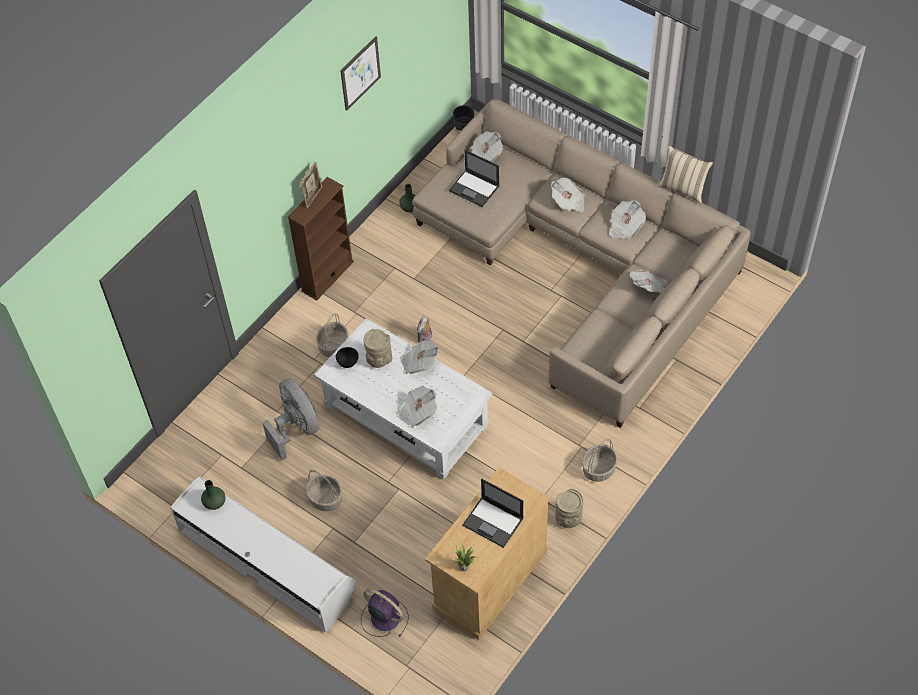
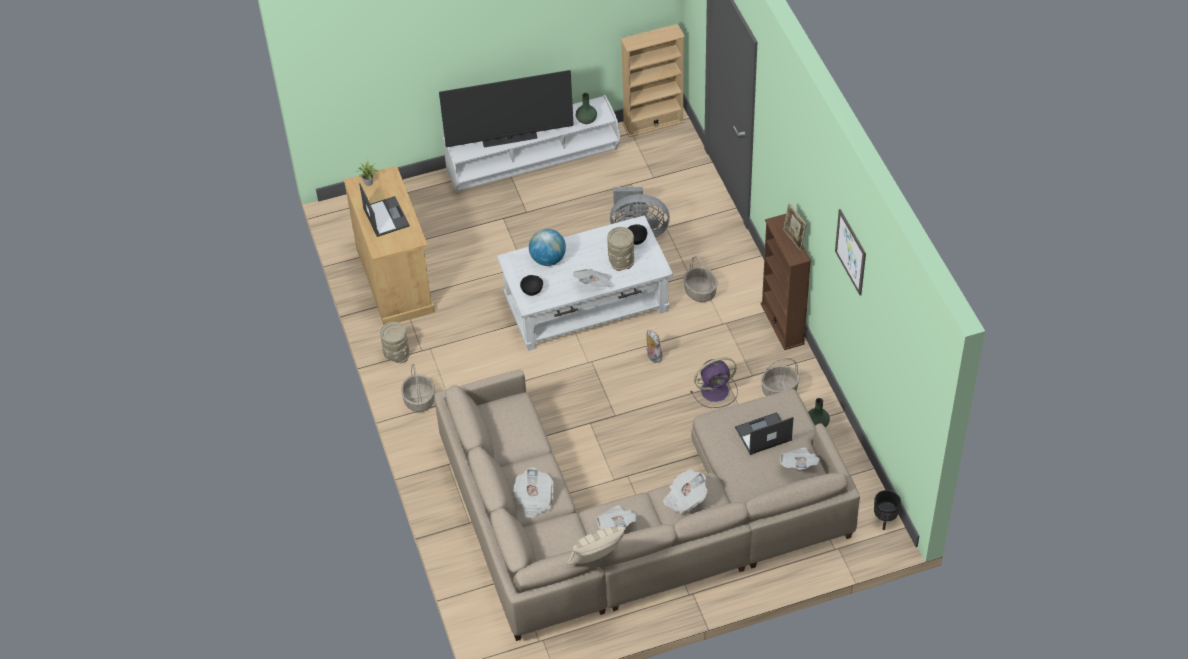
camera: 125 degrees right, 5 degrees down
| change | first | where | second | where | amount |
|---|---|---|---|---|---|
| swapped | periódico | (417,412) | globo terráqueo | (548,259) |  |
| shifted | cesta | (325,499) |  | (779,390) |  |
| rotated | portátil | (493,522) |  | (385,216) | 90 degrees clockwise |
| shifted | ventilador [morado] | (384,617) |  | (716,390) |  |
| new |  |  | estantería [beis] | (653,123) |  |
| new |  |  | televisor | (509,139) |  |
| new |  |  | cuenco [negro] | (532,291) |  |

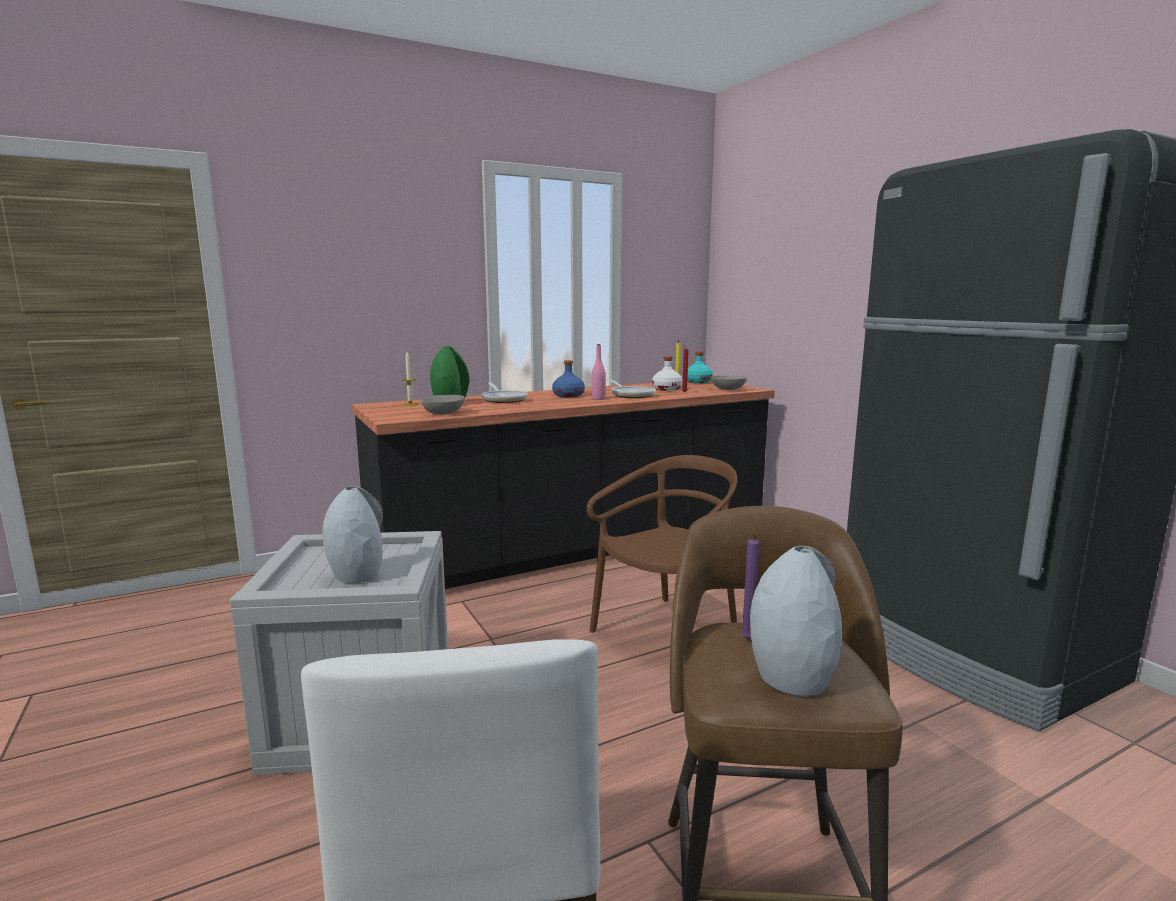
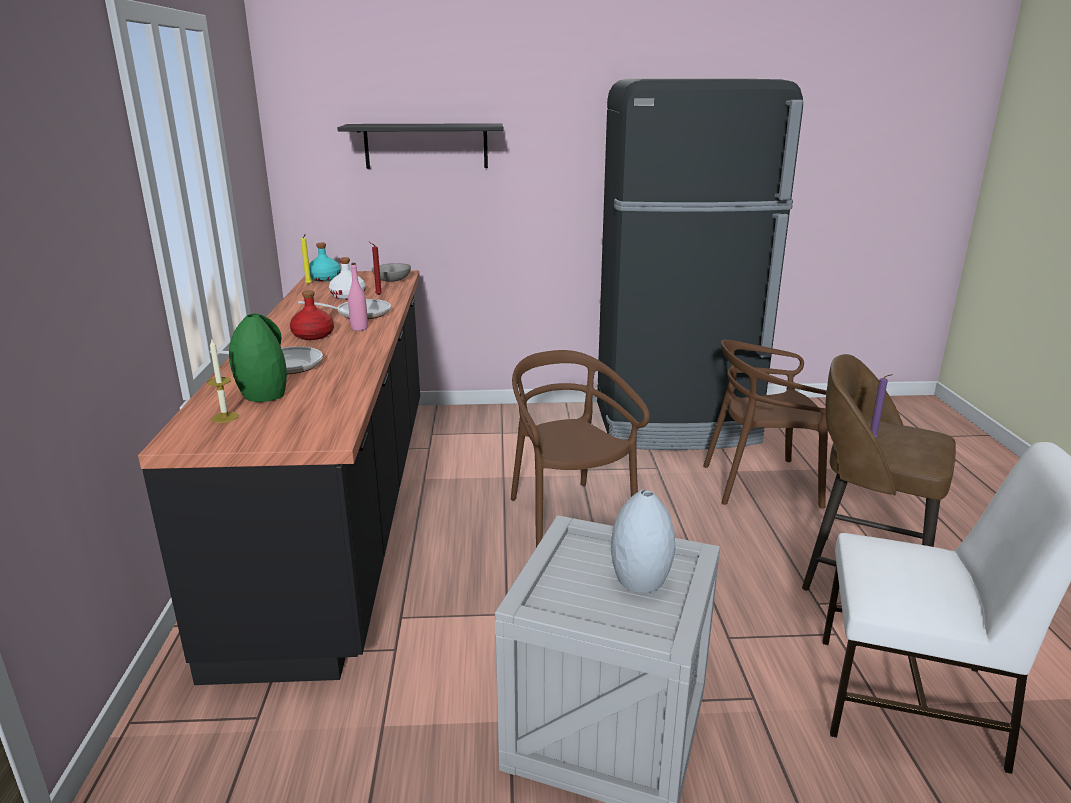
camera: 65 degrees left, 10 degrees up
| change | first | where | second | where | amount |
|---|---|---|---|---|---|
| repainted | botella [azul] | (568,396) | botella [rojo] | (313,335) |  |
| gone | cuenco [gris] | (443,414) |  |  |  |
| gone | florero [gris] | (791,677) |  |  |  |
| new |  |  | estante [negro] | (426,146) |  |
| new |  |  | silla [marrón] | (761,484) |  |

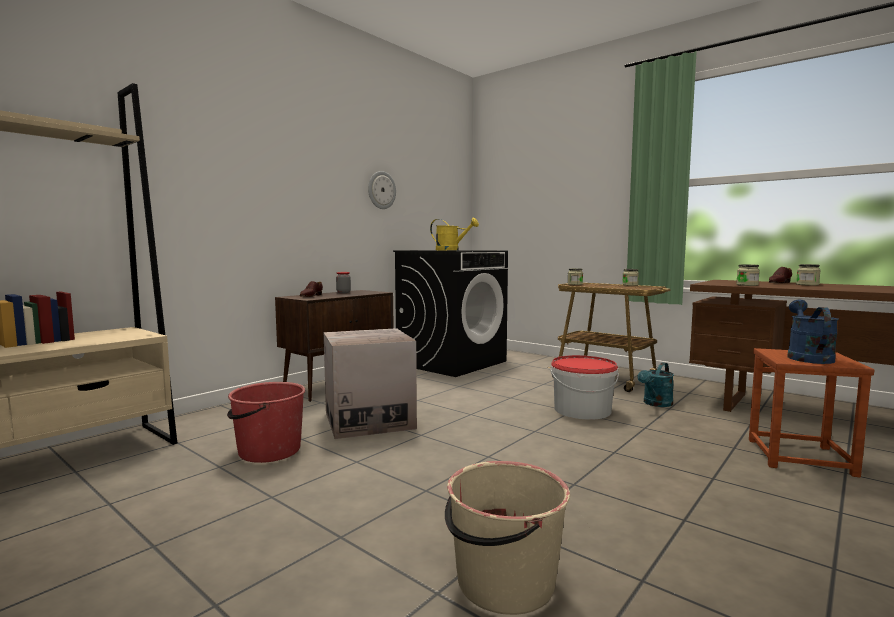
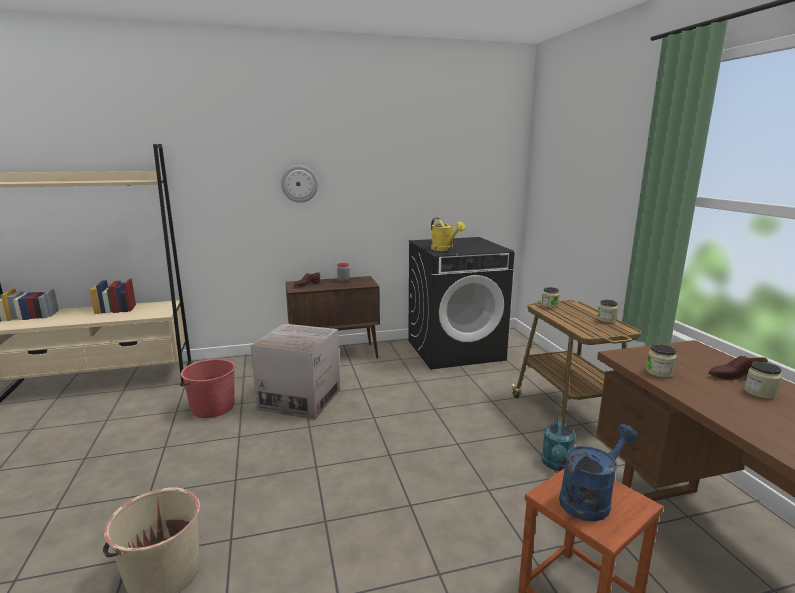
camera: 35 degrees right, 10 degrees up
| change | first | where | second | where | amount |
|---|---|---|---|---|---|
| shifted | reloj de pared | (381,190) |  | (299,184) |  |
| gone | cubo | (582,410) |  |  |  |
| rotated | regadera [turquesa] | (655,404) |  | (557,465) | 60 degrees counterclockwise |

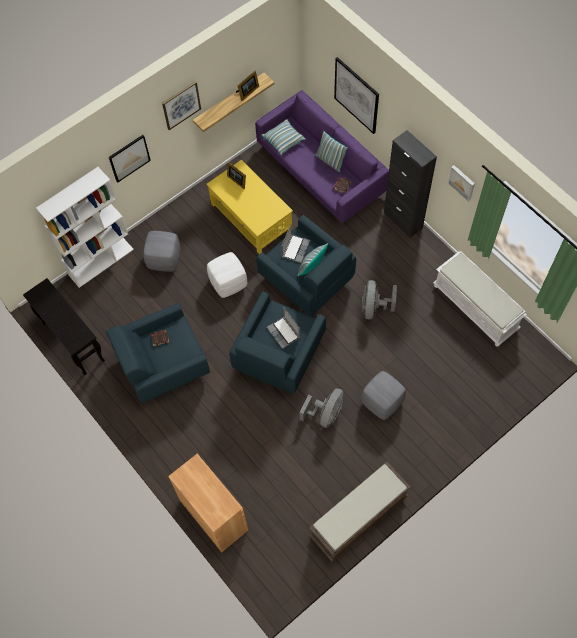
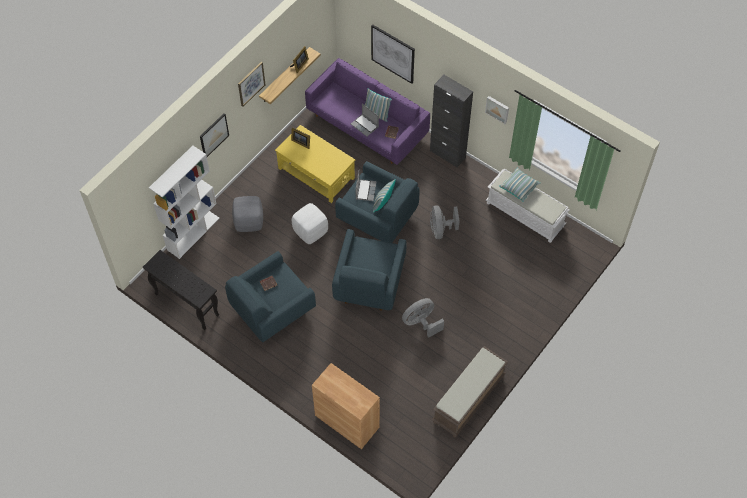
camera: 15 degrees left, 5 degrees down
| change | first | where | second | where | amount |
|---|---|---|---|---|---|
| shifted | cojín | (283,140) |  | (519,187) |  |
| shifted | portátil | (284,333) |  | (365,125) |  |
| gone | puf [gris] | (382,402) |  |  |  |
| rotated | ventilador [gris] | (326,414) |  | (421,323) | 135 degrees counterclockwise |

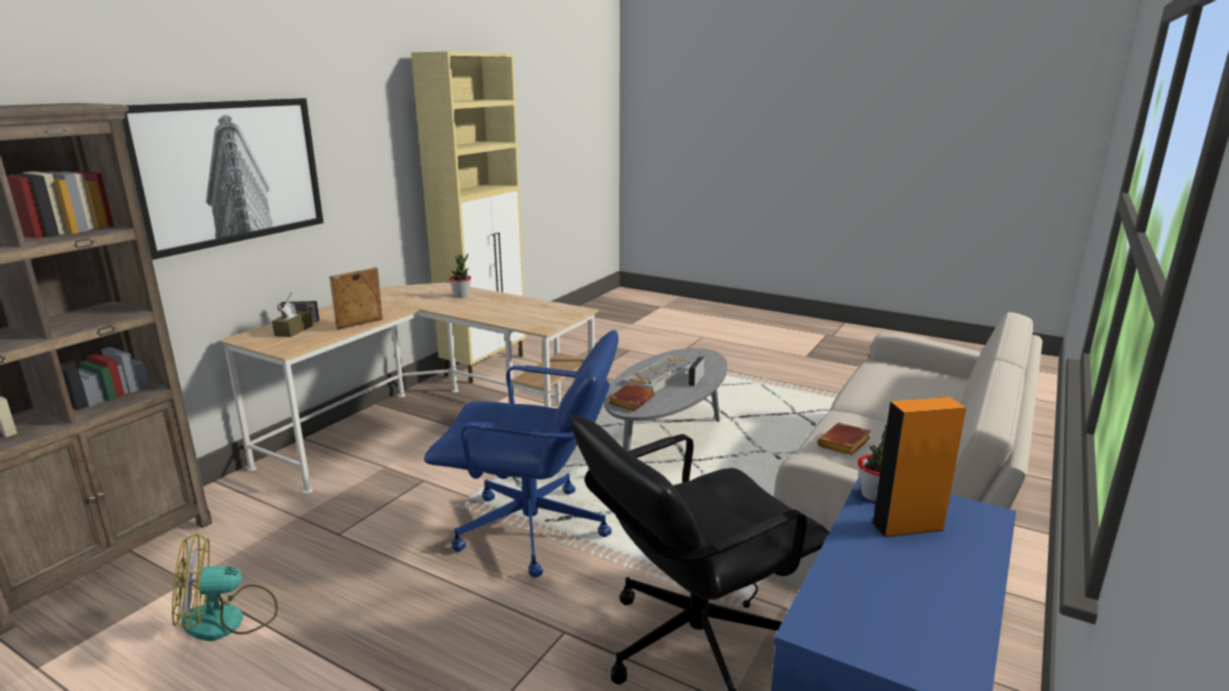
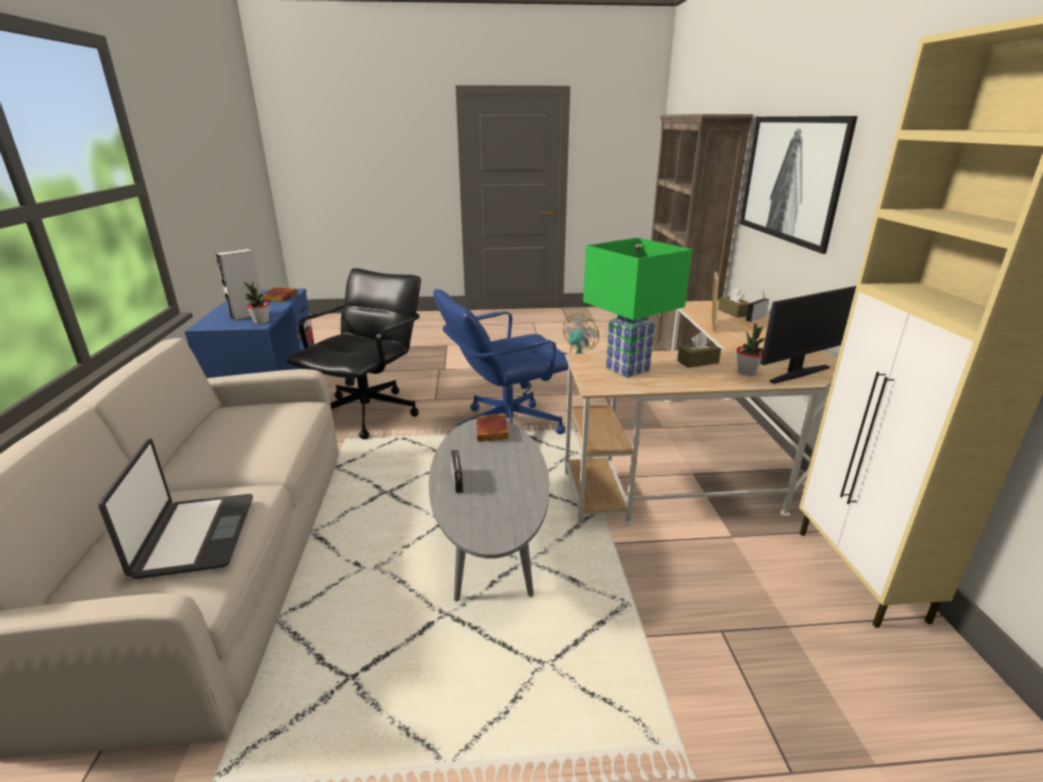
camera: 145 degrees right, 5 degrees up
| change | first | where | second | where | amount |
|---|---|---|---|---|---|
| gone | teclado | (661,375) |  |  |  |
| repainted | altavoz [naranja] | (908,526) | altavoz [gris] | (247,316) |  |
| shifted | libro [marrón] | (844,444) |  | (279,297) |  |
| new |  |  | lámpara de mesa [verde] | (627,369) |  |
| new |  |  | monitor | (798,373) |  |
| new |  |  | caja de pañuelos [marrón] | (697,362) |  |
| new |  |  | portátil | (194,536) |  |

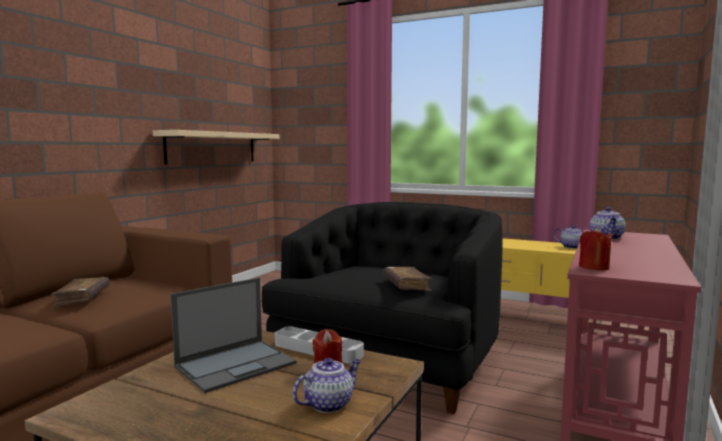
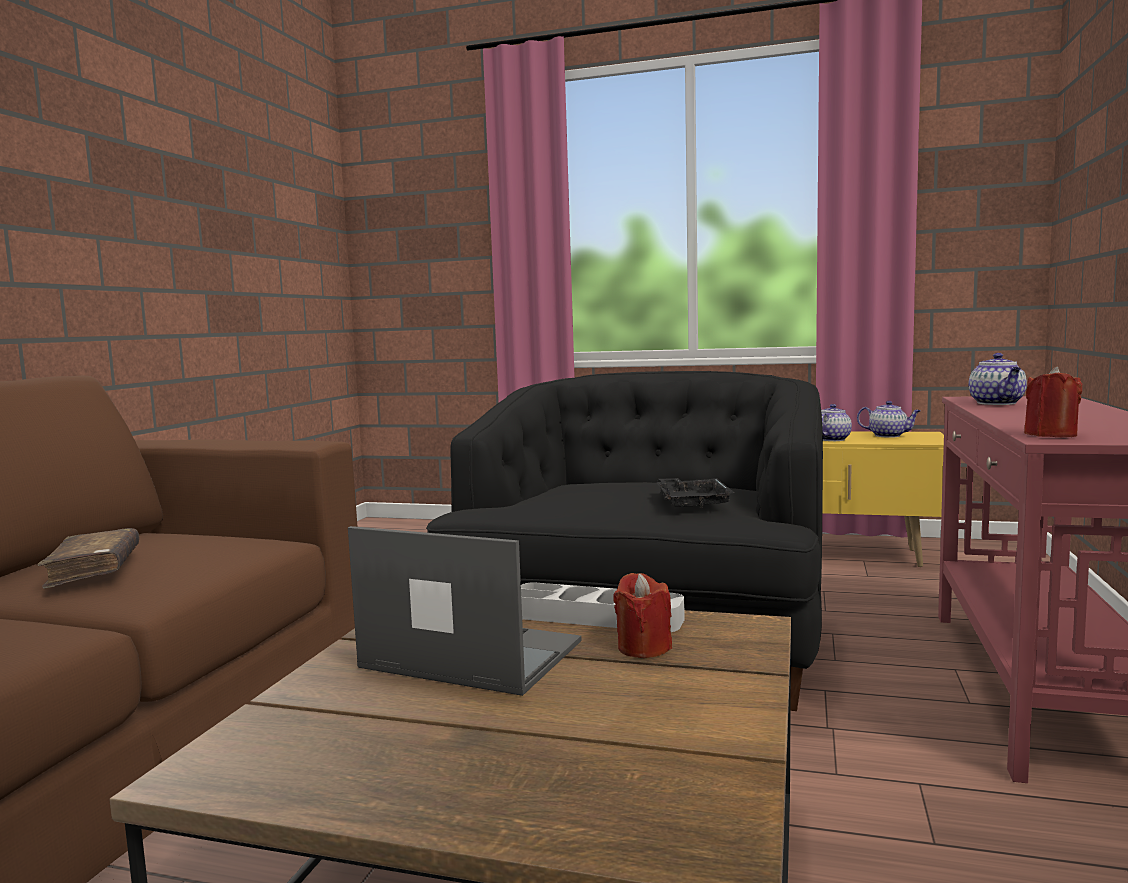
camera: 10 degrees left, 0 degrees up
| change | first | where | second | where | amount |
|---|---|---|---|---|---|
| gone | estante [beis] | (212,147) |  |  |  |
| swapped | libro [marrón] | (406,286) | bandeja [negro] | (692,503) |  |
| rotated | portátil | (236,364) |  | (469,654) | 105 degrees counterclockwise |
| shifted | tetera | (329,404) |  | (832,439) |  |

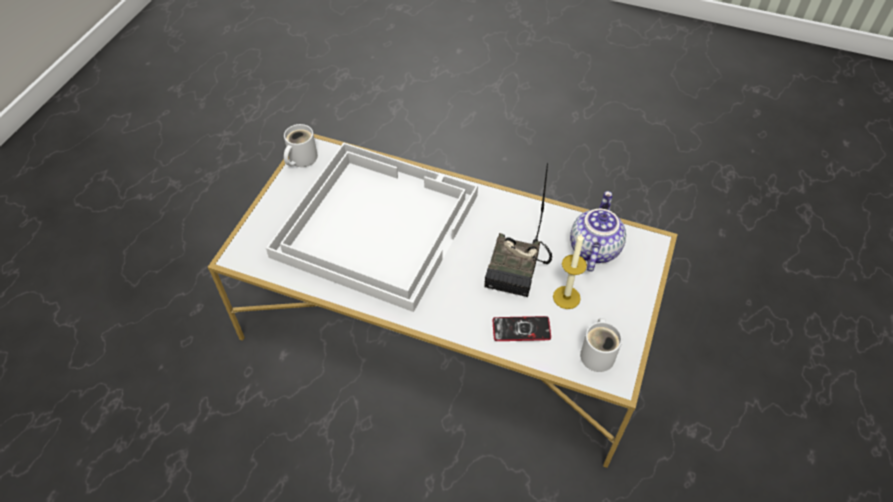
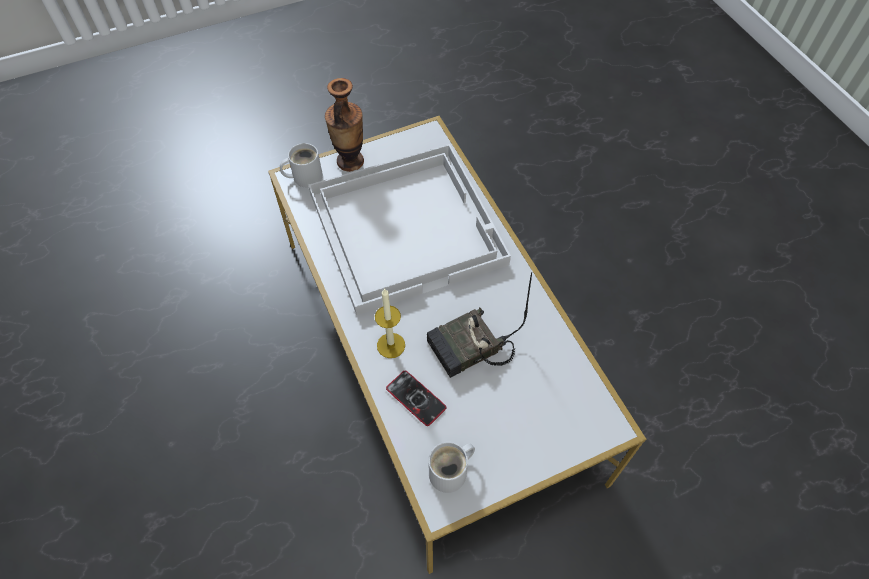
camera: 45 degrees right, 5 degrees up
| change | first | where | second | where | amount |
|---|---|---|---|---|---|
| shifted | taza grande [blanco] | (300,158) |  | (304,176) |  |
| gone | tetera | (593,248) |  |  |  |
| shifted | vela | (566,297) |  | (391,345) |  |
| new |  |  | florero | (350,161) |  |

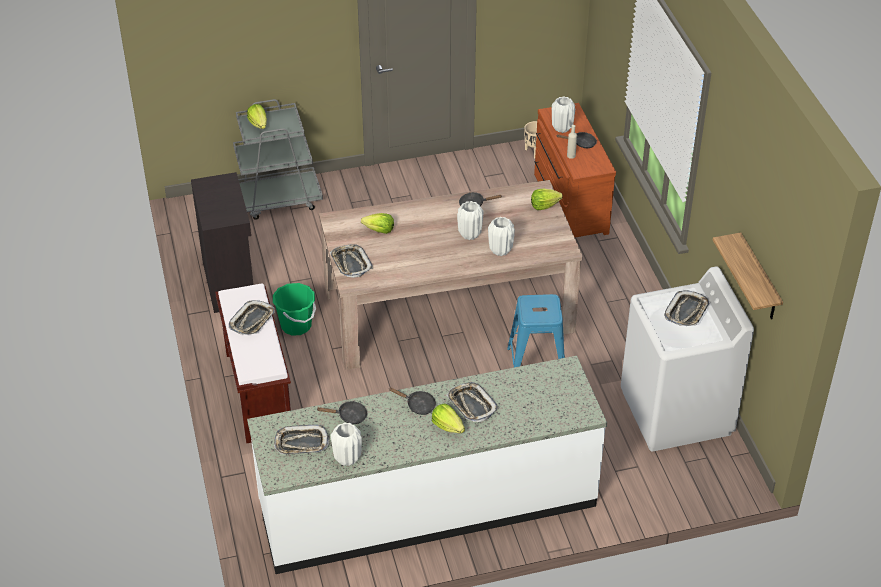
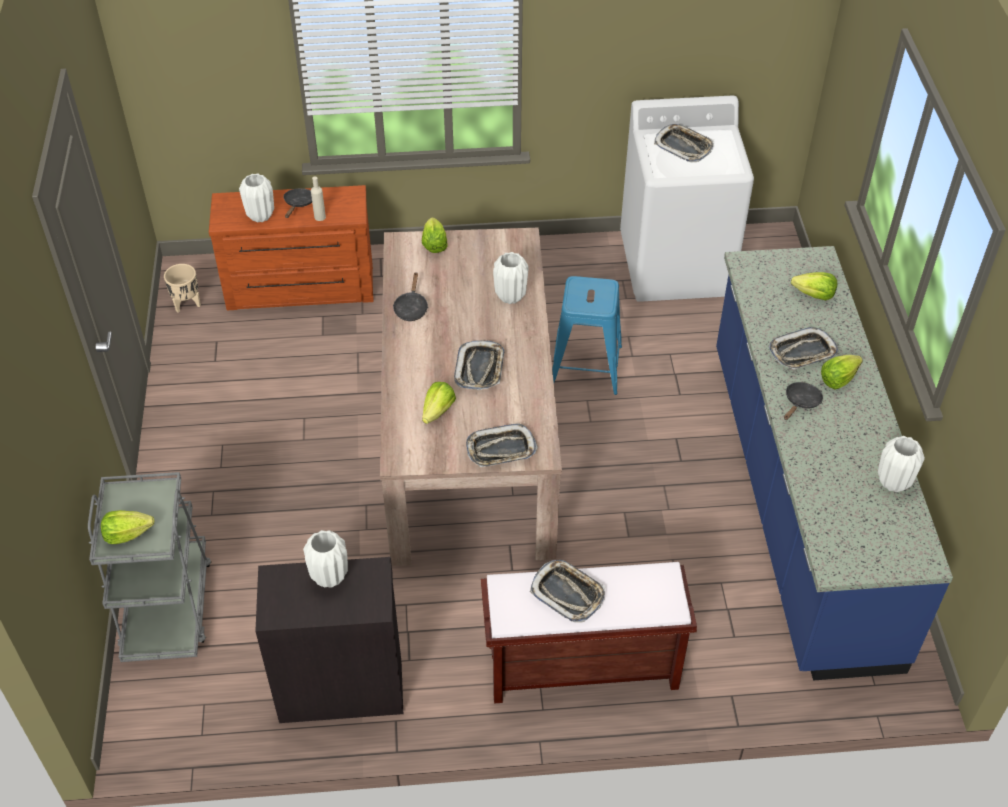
camera: 80 degrees left, 5 degrees up
| change | first | where | second | where | amount |
|---|---|---|---|---|---|
| shifted | florero [blanco] | (469,235) |  | (330,577) |  |
| gone | estante | (759,279) |  |  |  |
| gone | cubo [verde] | (296,325) |  |  |  |
| repainted | mueble bajo de cocina [blanco] | (427,505) | mueble bajo de cocina [azul] | (799,501) |  |
| gone | sartén [negro] | (349,416) |  |  |  |
| shifted | bandeja | (301,443) |  | (480,369) |  |
| new |  |  | lechuga | (814,295) |  |

